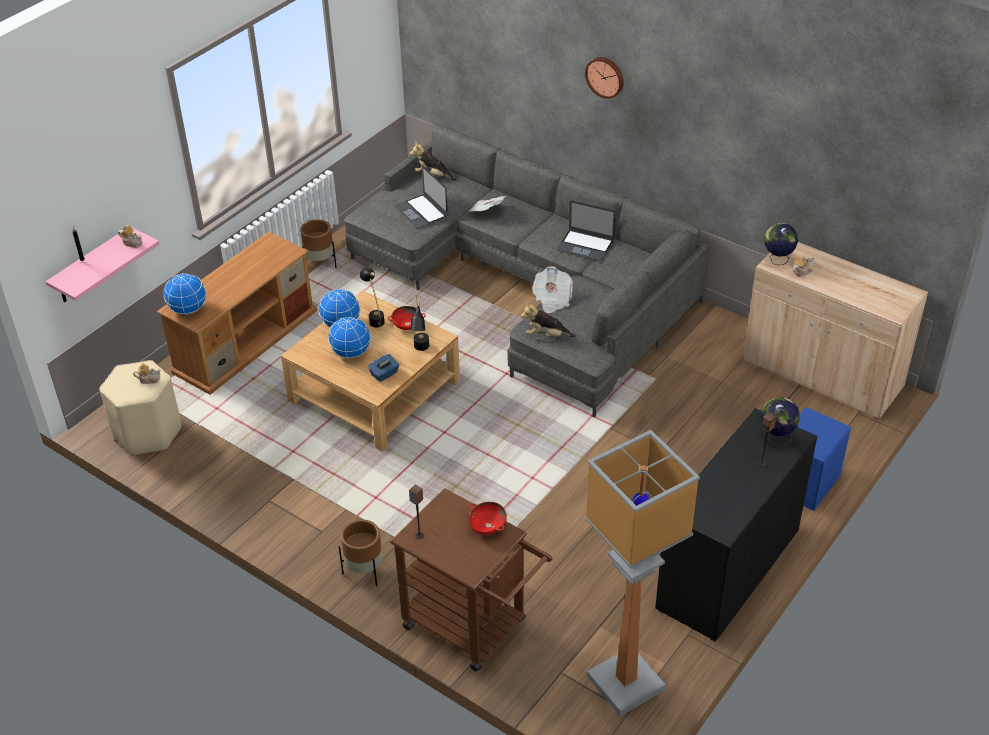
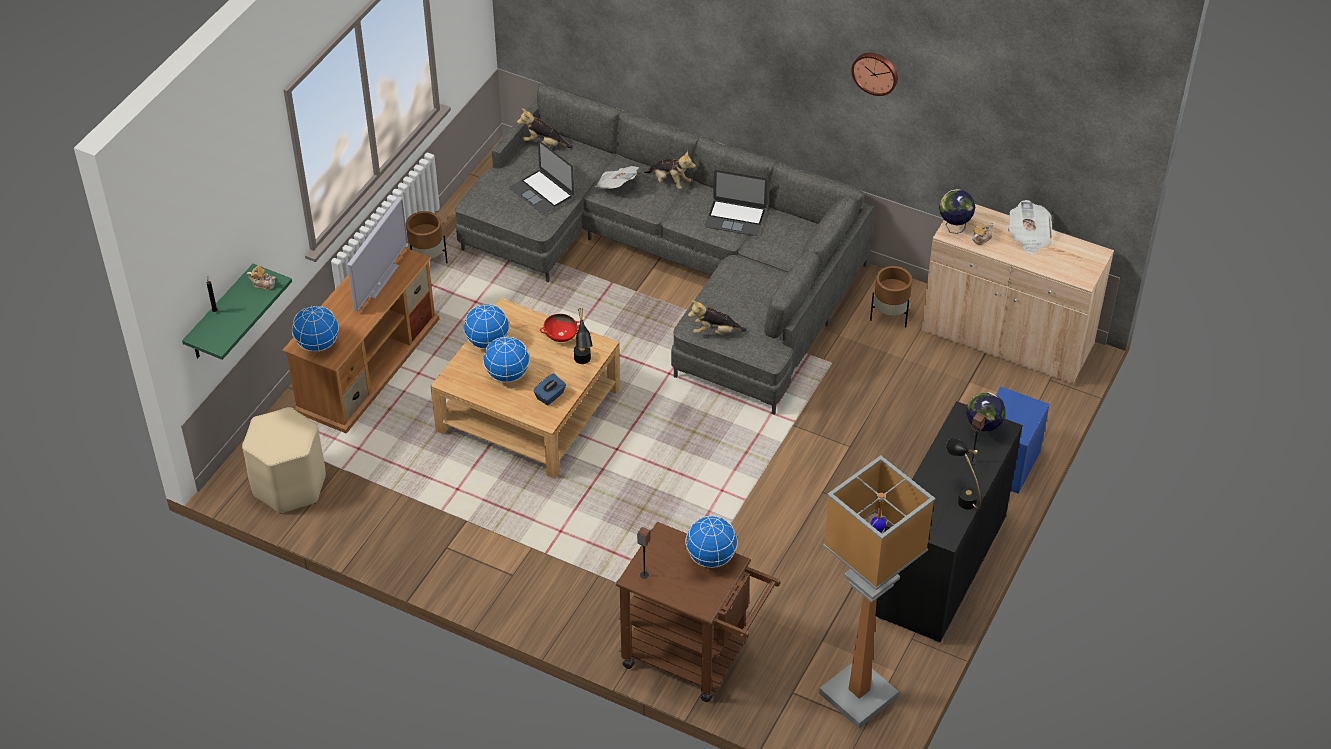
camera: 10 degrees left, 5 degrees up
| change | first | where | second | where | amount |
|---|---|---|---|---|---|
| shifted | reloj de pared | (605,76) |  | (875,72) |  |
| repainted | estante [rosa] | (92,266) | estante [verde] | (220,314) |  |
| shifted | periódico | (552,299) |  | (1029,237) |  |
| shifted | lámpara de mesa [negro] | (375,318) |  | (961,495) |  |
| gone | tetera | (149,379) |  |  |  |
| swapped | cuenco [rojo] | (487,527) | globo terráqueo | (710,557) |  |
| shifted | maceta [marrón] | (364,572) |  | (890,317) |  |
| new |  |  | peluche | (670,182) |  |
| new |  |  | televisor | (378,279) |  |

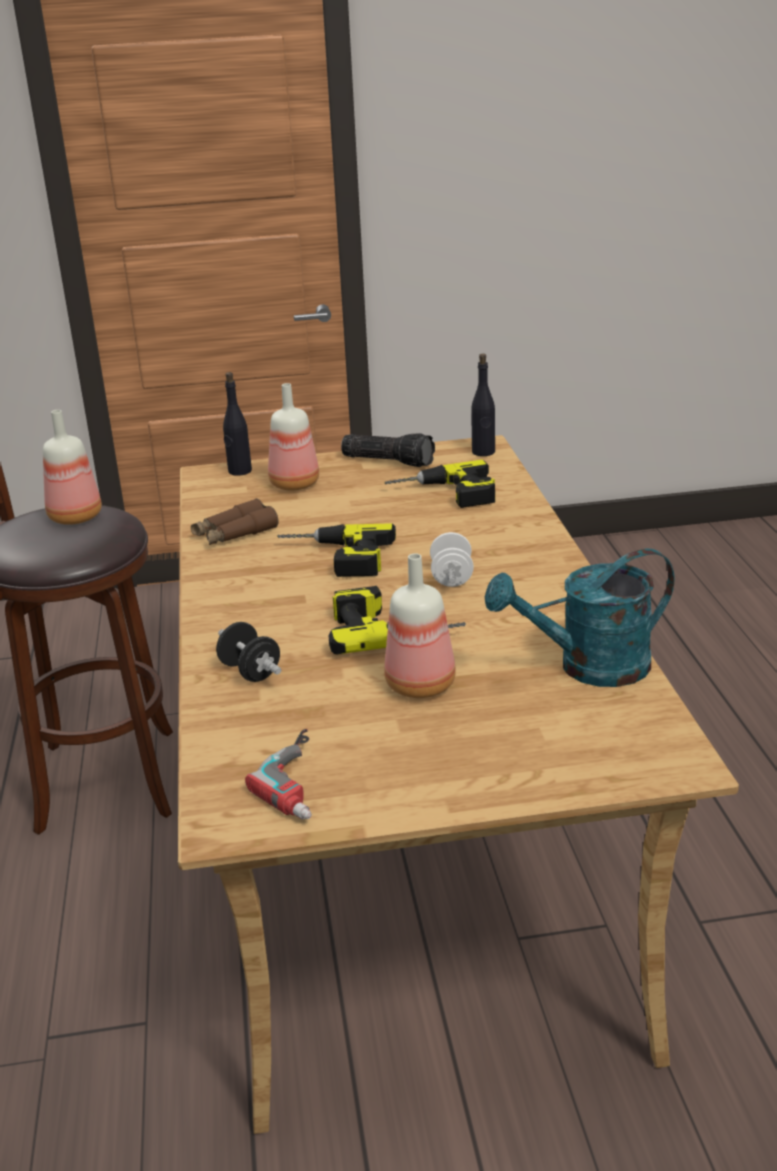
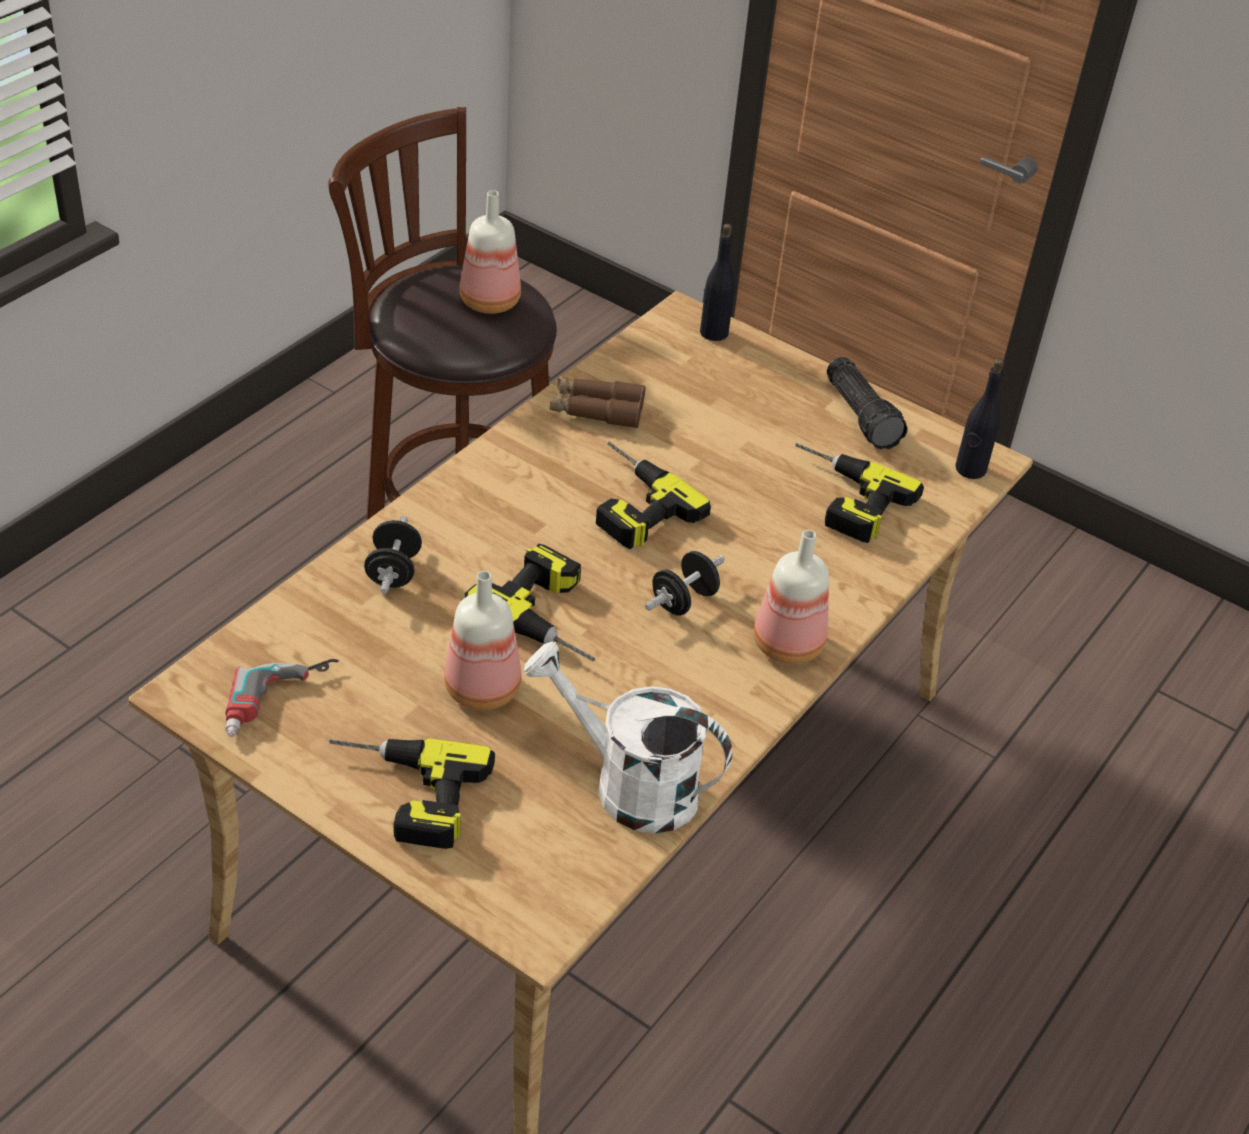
camera: 40 degrees right, 15 degrees up
| change | first | where | second | where | amount |
|---|---|---|---|---|---|
| shifted | botella | (293,484) |  | (785,643) |  |
| repainted | mancuerna [blanco] | (451,578) | mancuerna [negro] | (683,600) |  |
| repainted | regadera [turquesa] | (588,667) | regadera [blanco] | (628,785) |  |
| new |  |  | taladro | (401,795) |  |

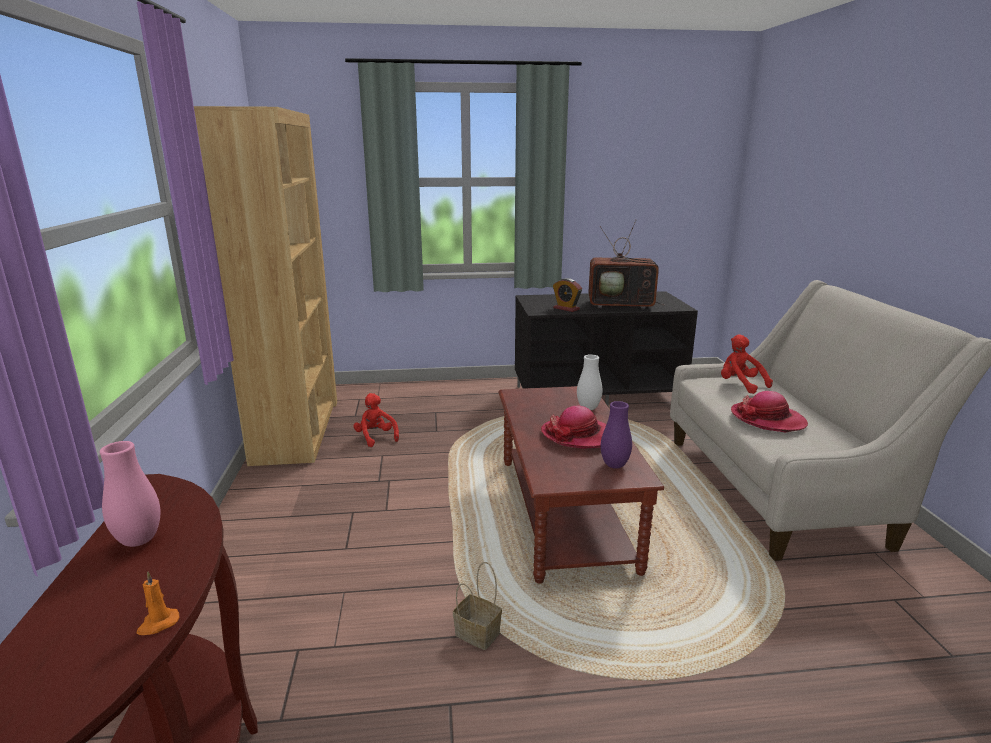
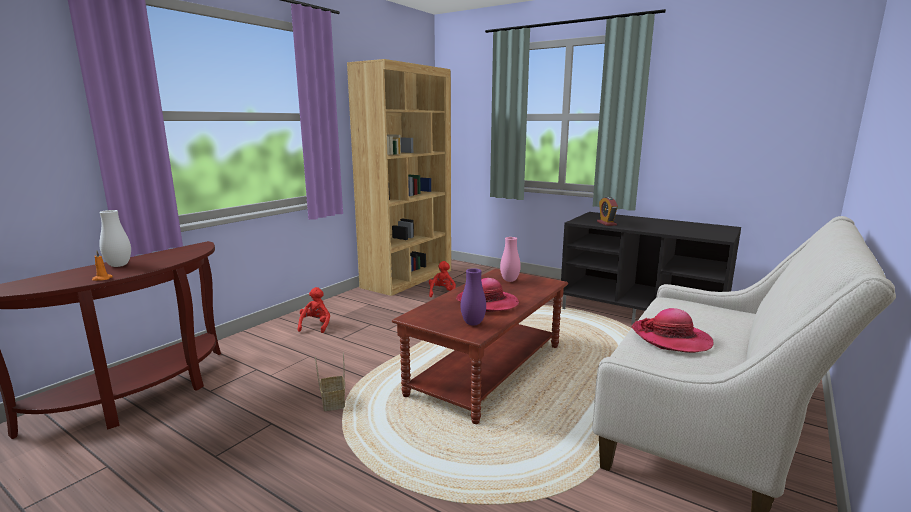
camera: 40 degrees right, 5 degrees down
| change | first | where | second | where | amount |
|---|---|---|---|---|---|
| gone | televisor | (622,305) |  |  |  |
| shifted | peluche [rojo] | (740,385) |  | (315,325) |  |
| shifted | florero [blanco] | (588,408) |  | (119,265) |  |
| shifted | florero [rosa] | (139,540) |  | (509,280) |  |

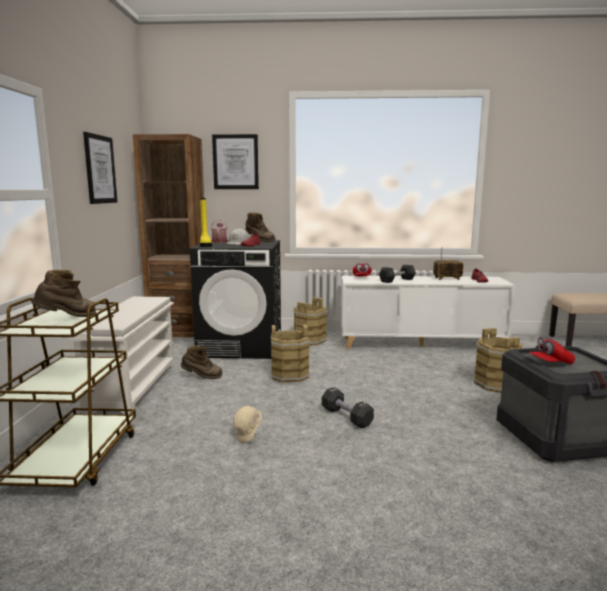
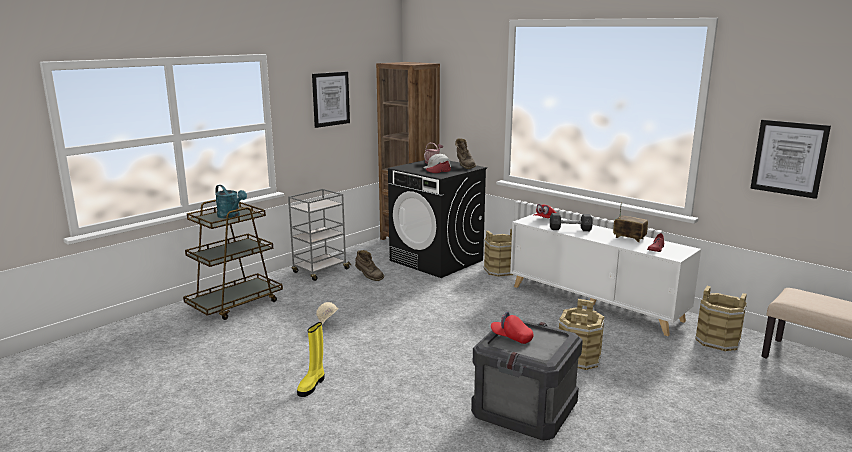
camera: 40 degrees right, 5 degrees up
| change | first | where | second | where | amount |
|---|---|---|---|---|---|
| shifted | cuadro | (235,162) |  | (789,158) |  |
| shifted | bota [amarillo] | (205,245) |  | (312,385) |  |
| swapped | bota [marrón] | (68,319) | regadera [turquesa] | (231,216) |  |
| swapped | zapatero [blanco] | (133,387) | carrito [gris] | (320,271) |  |
| shifted | cubo [marrón] | (289,375) |  | (717,340) |  |
| gone | mancuerna [negro] | (346,417) |  |  |  |

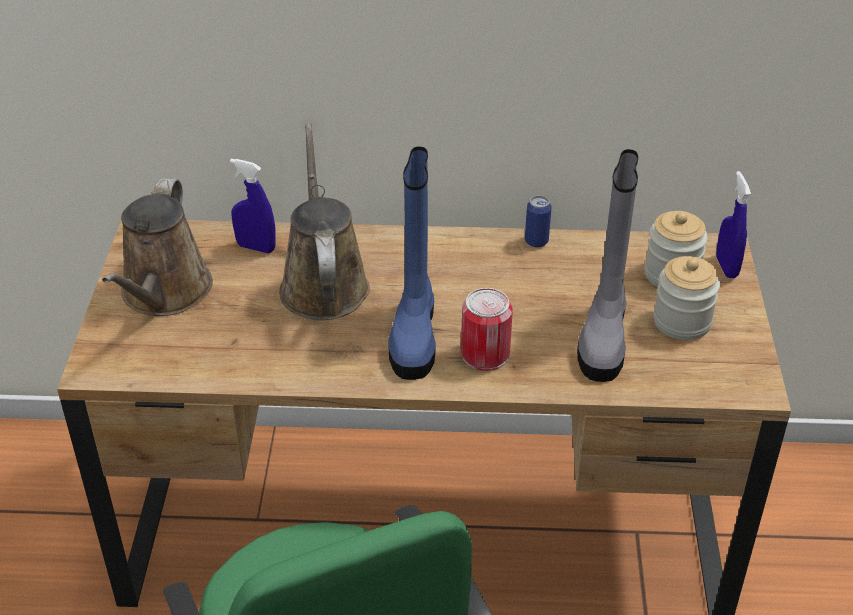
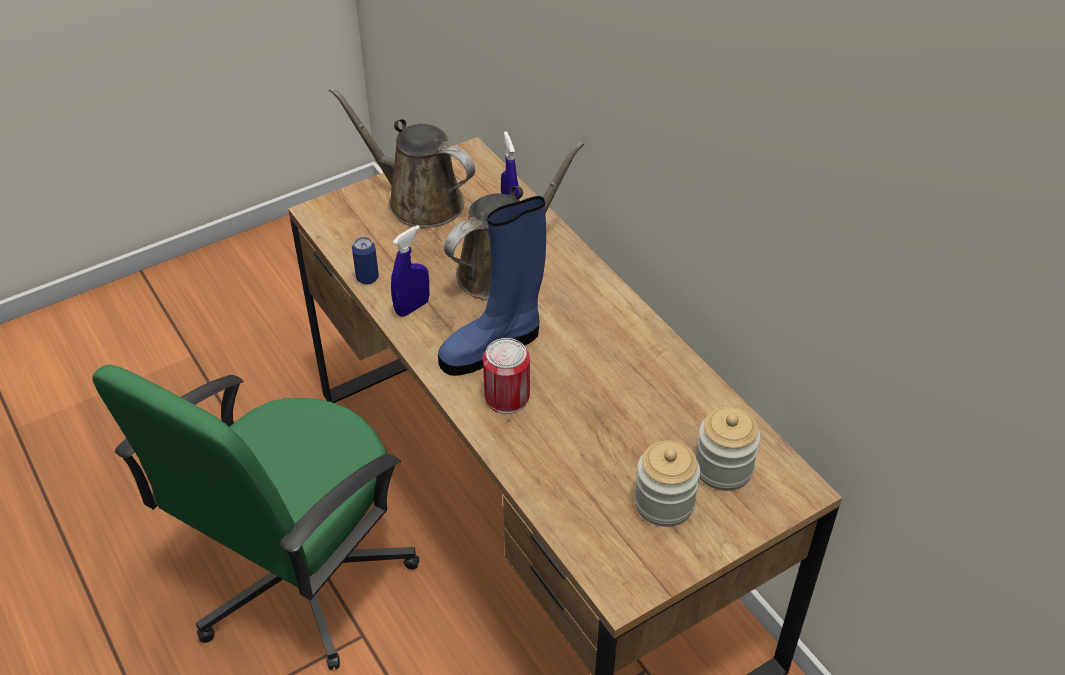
camera: 55 degrees right, 5 degrees up
| change | first | where | second | where | amount |
|---|---|---|---|---|---|
| gone | bota [gris] | (603,337) |  |  |  |
| shifted | pulverizador [azul] | (726,267) |  | (412,307) |  |
| rotated | regadera [marrón] | (164,294) |  | (418,200) | 60 degrees clockwise |
| shifted | lata | (536,241) |  | (367,278) |  |

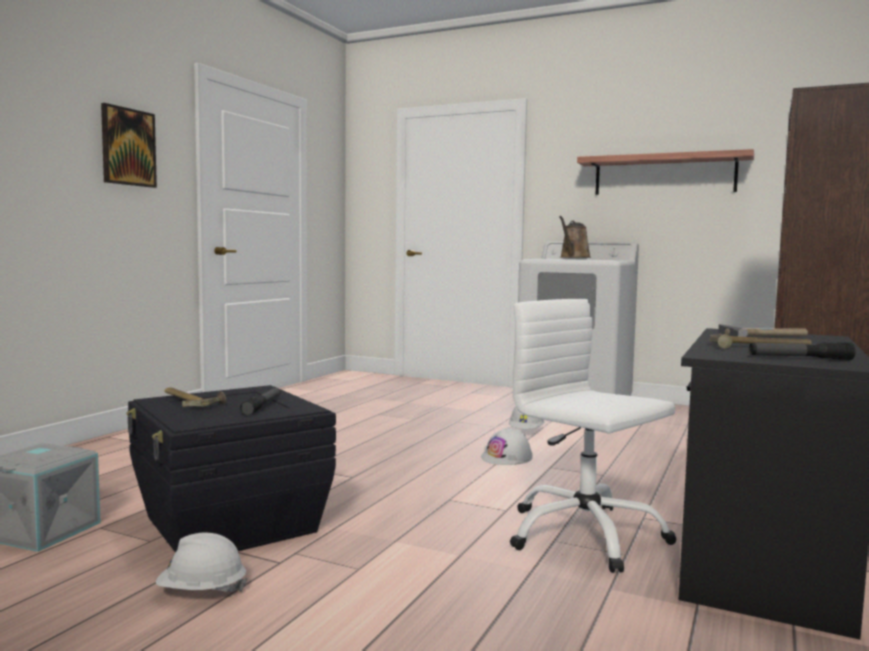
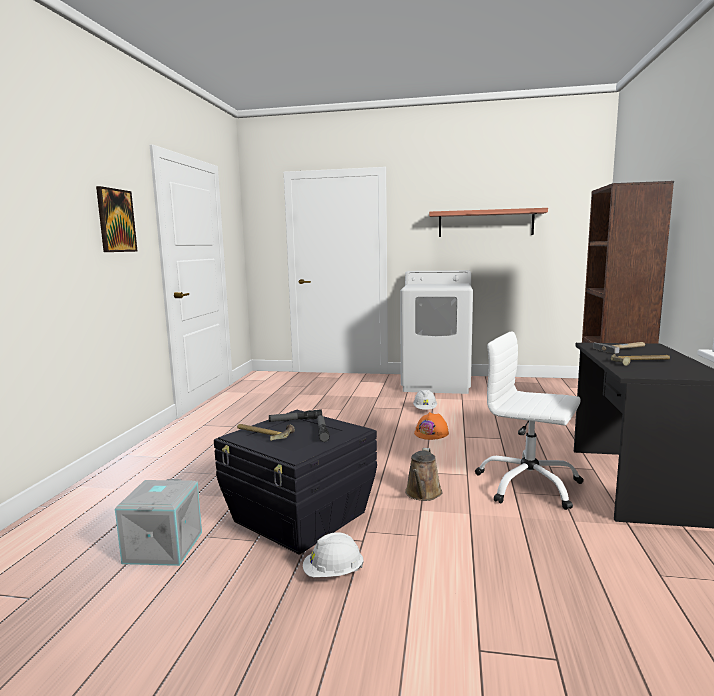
camera: 15 degrees left, 5 degrees up
| change | first | where | second | where | amount |
|---|---|---|---|---|---|
| shifted | regadera [marrón] | (574,257) |  | (423,494) |  |
| shifted | linterna | (800,358) |  | (295,420) |  |
| repainted | casco [blanco] | (507,457) | casco [naranja] | (431,433) |  |

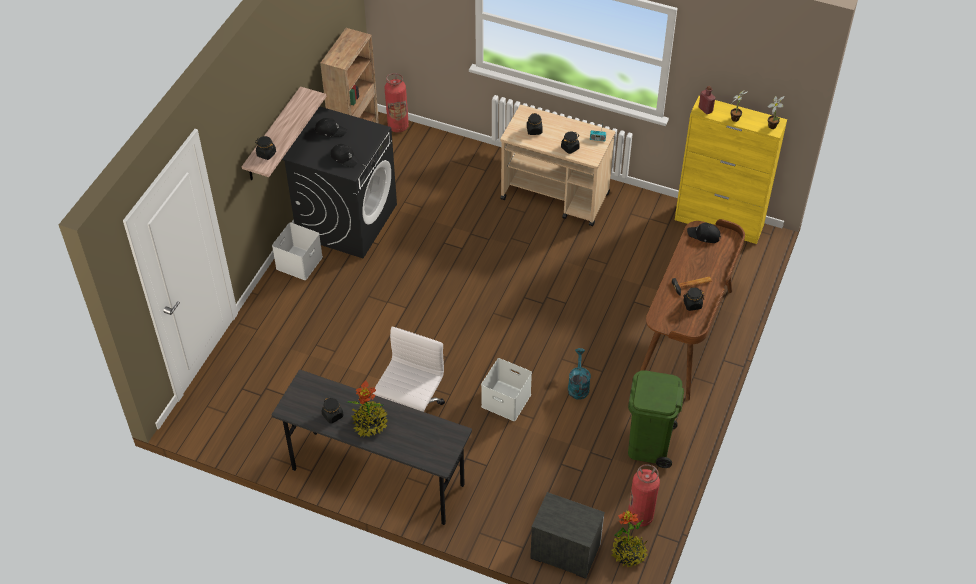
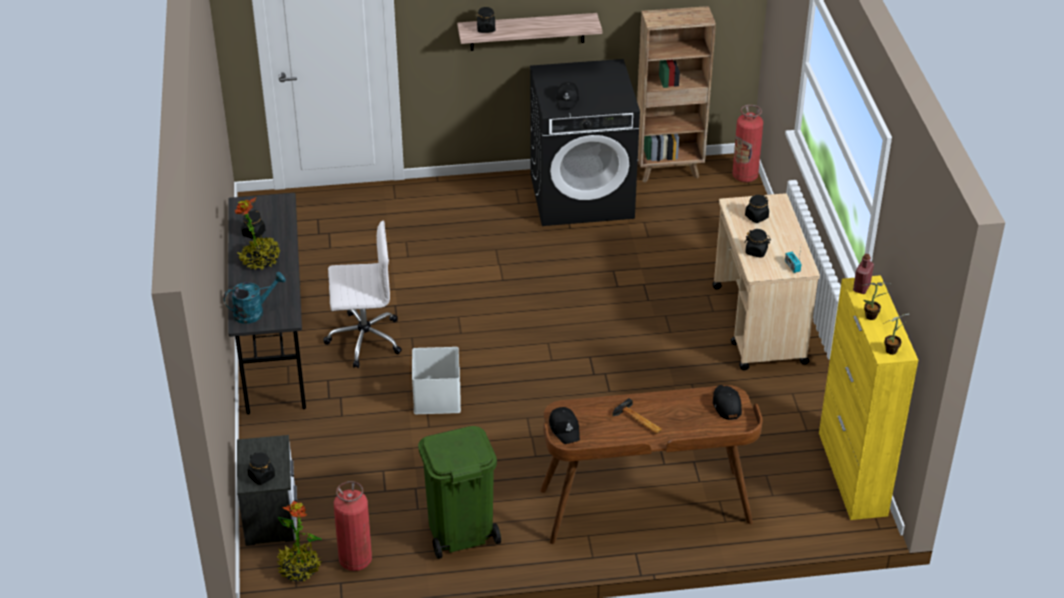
camera: 60 degrees right, 10 degrees down
| change | first | where | second | where | amount |
|---|---|---|---|---|---|
| shifted | gorra [negro] | (330,130) |  | (565,428) |  |
| gone | caja de almacenaje [blanco] | (299,262) |  |  |  |
| shifted | tarro [negro] | (692,304) |  | (261,476) |  |
| shifted | regadera [turquesa] | (578,386) |  | (254,312) |  |

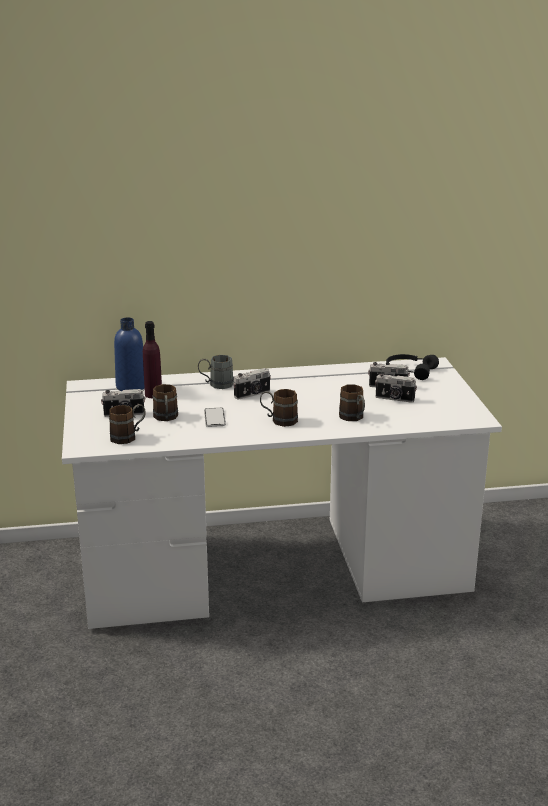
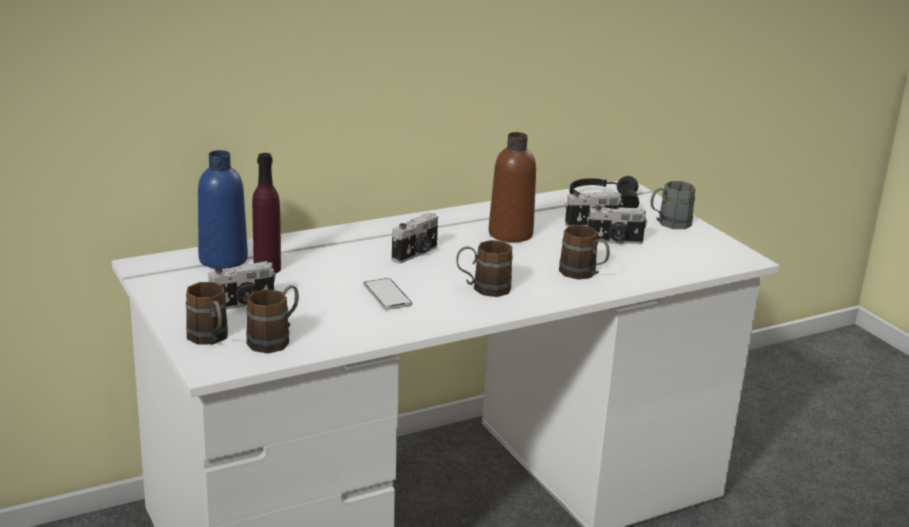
camera: 20 degrees left, 0 degrees up
| change | first | where | second | where | amount |
|---|---|---|---|---|---|
| shifted | taza grande [gris] | (216,384) |  | (668,224) |  |
| shifted | taza grande [marrón] | (166,418) |  | (210,339) |  |
| new |  |  | botella [marrón] | (510,234) |  |

